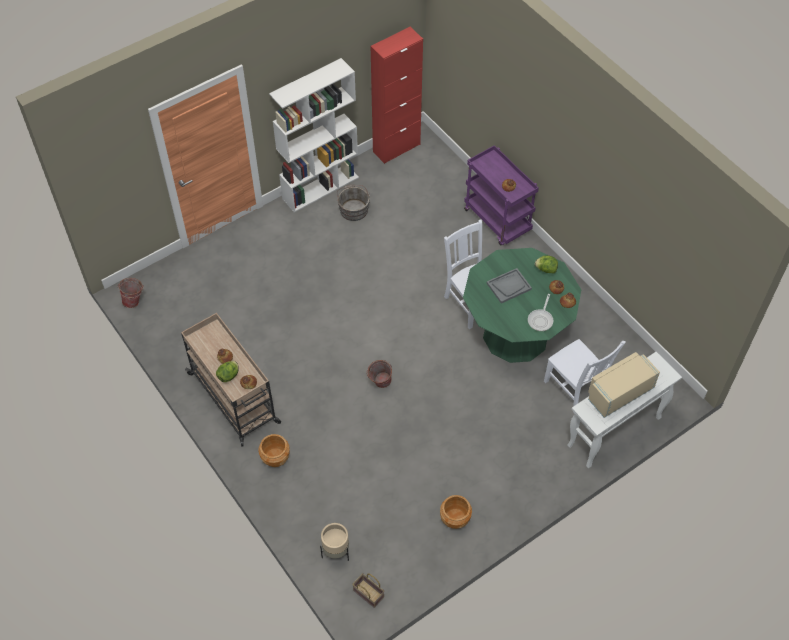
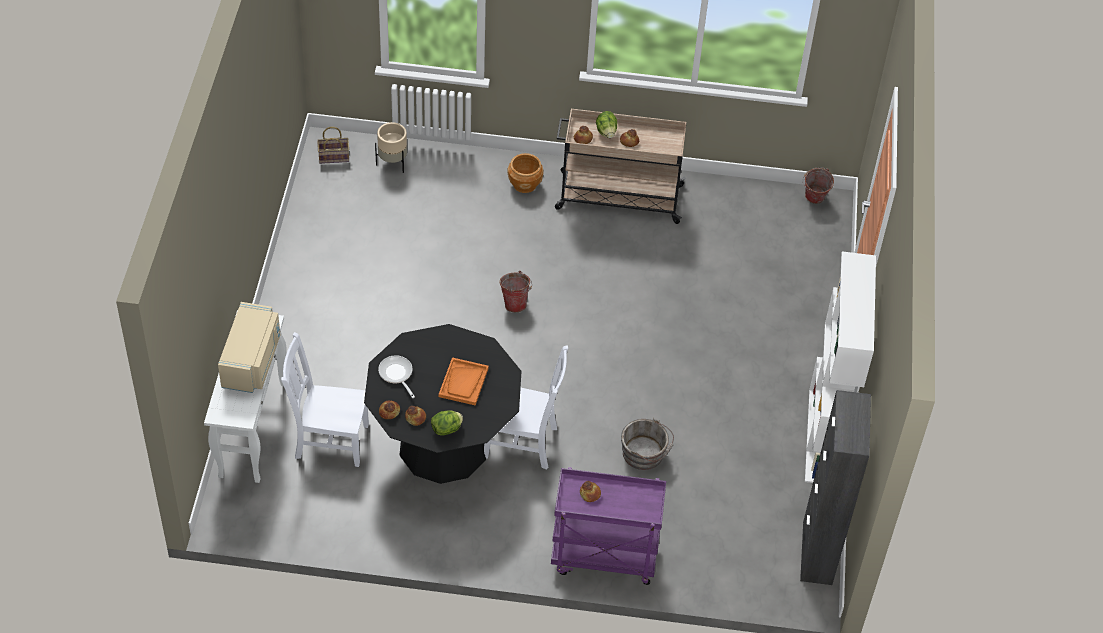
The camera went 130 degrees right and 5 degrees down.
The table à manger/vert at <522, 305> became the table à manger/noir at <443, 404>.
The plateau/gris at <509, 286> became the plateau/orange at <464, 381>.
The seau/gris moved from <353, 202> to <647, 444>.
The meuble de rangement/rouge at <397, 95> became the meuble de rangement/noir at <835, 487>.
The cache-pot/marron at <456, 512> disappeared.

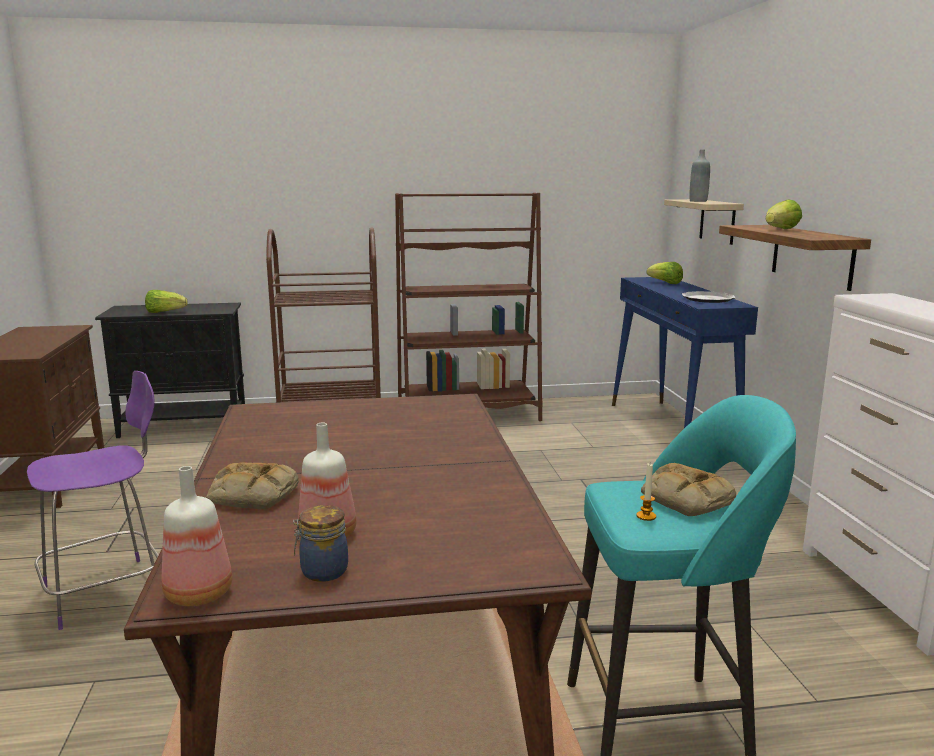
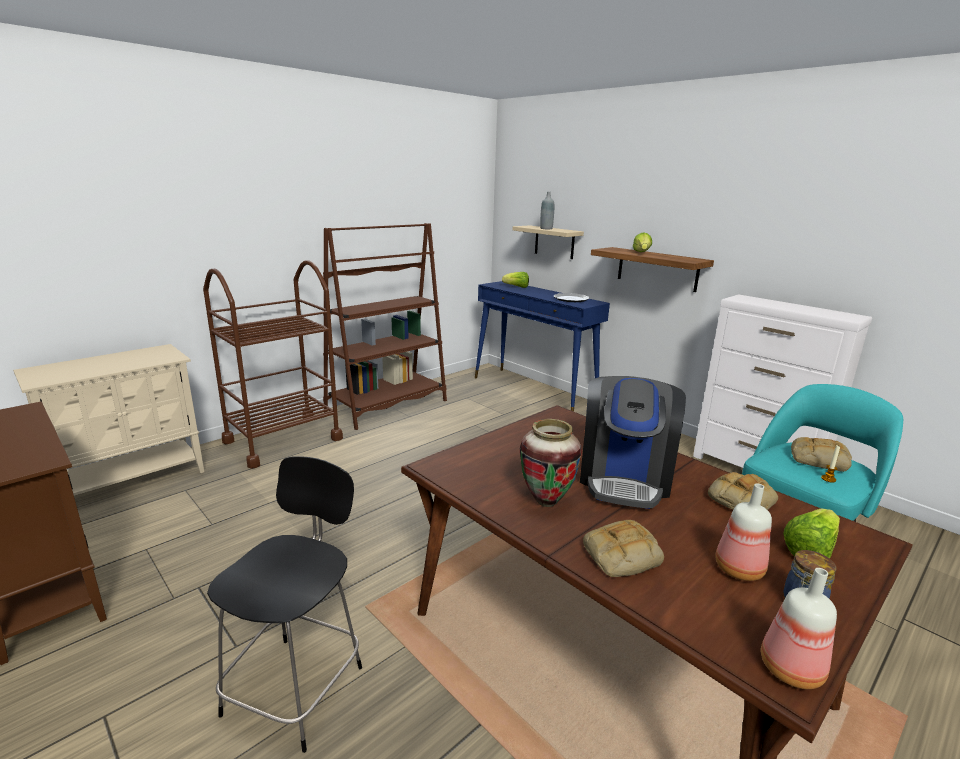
The camera went 35 degrees left and 5 degrees up.
The meuble de rangement/noir at <170, 370> became the meuble de rangement/beige at <108, 420>.
The chaise/violet at <92, 500> became the chaise/noir at <284, 604>.
The vase at <551, 463> appeared.
The machine à café at <633, 442> appeared.
The pain at <743, 491> appeared.
The laitue moved from <166, 301> to <812, 533>.

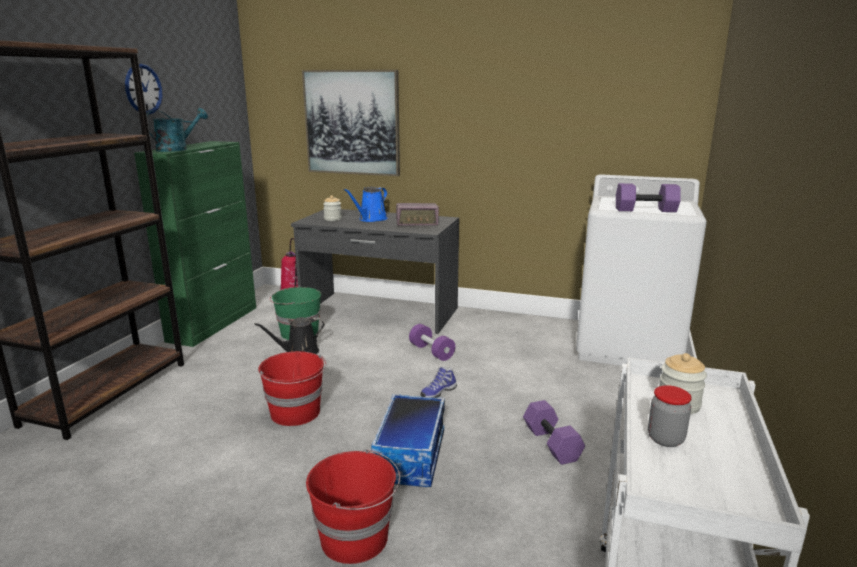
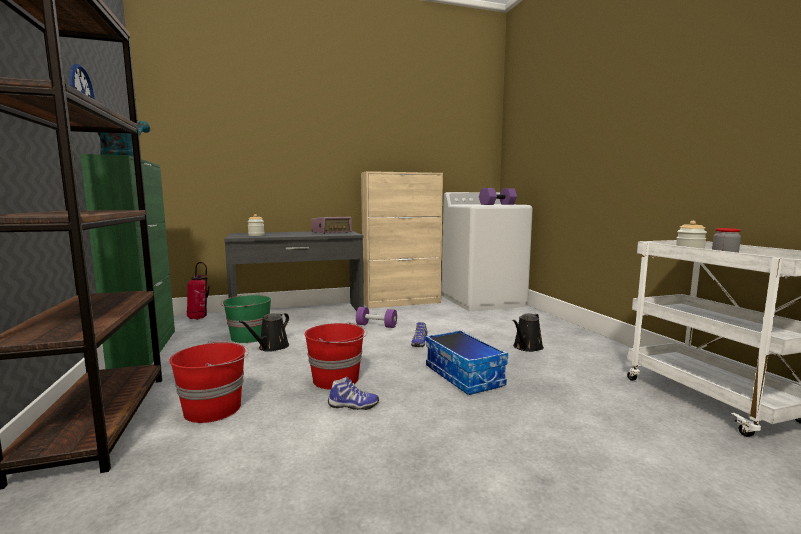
The camera went 35 degrees left and 10 degrees down.
The seau/rouge moved from <353, 506> to <209, 382>.
The chaussure at <353, 393> appeared.
The meuble de rangement/beige at <402, 239> appeared.
The haltère/violet at <554, 432> was replaced by the arrosoir/noir at <528, 332>.
The tableau at <351, 123> disappeared.
The arrosoir/bleu at <365, 204> disappeared.

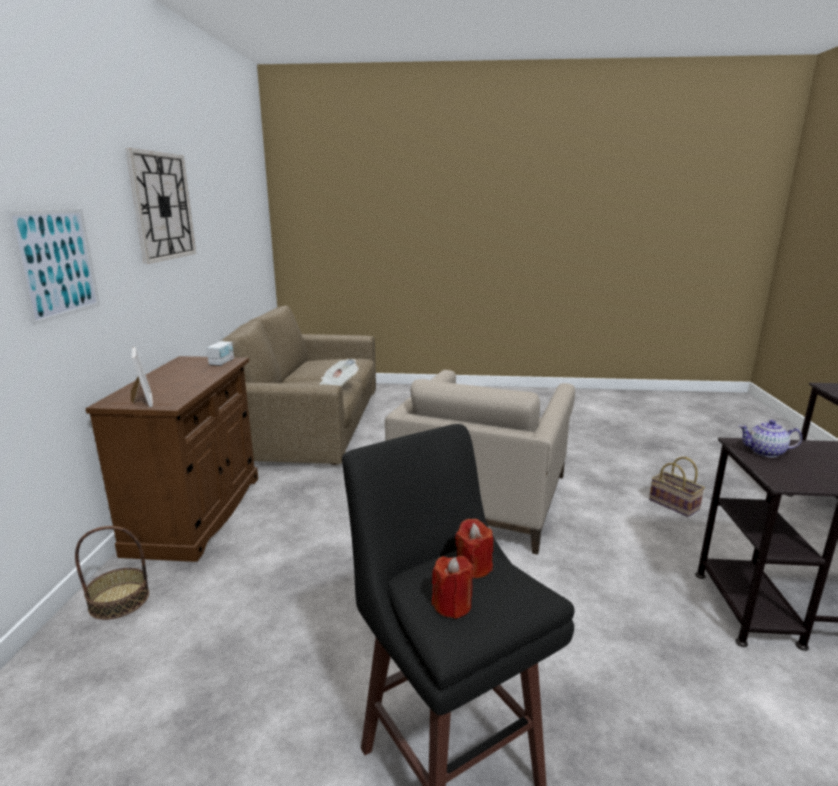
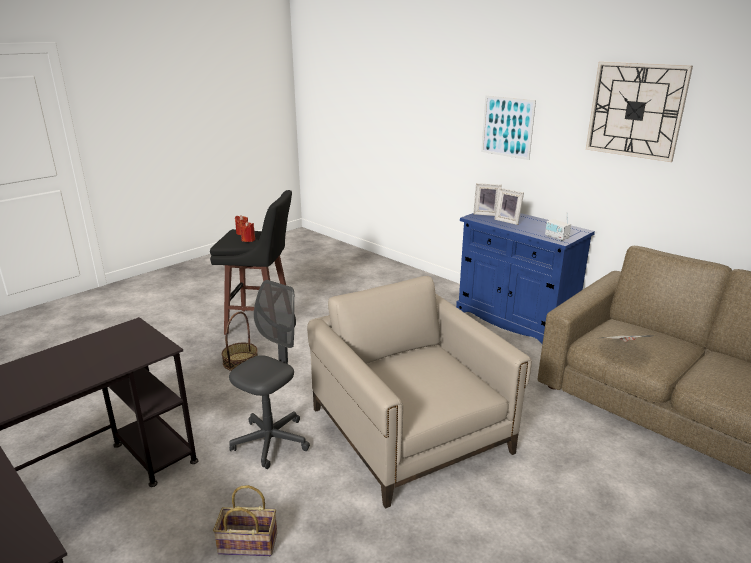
The camera went 130 degrees right and 5 degrees up.
The panier moved from <112, 573> to <240, 341>.
The chaise de bureau/gris at <269, 374> appeared.
The meuble de rangement/marron at <171, 459> became the meuble de rangement/bleu at <525, 278>.
The cadre photo at <509, 206> appeared.
The théière at <770, 439> disappeared.

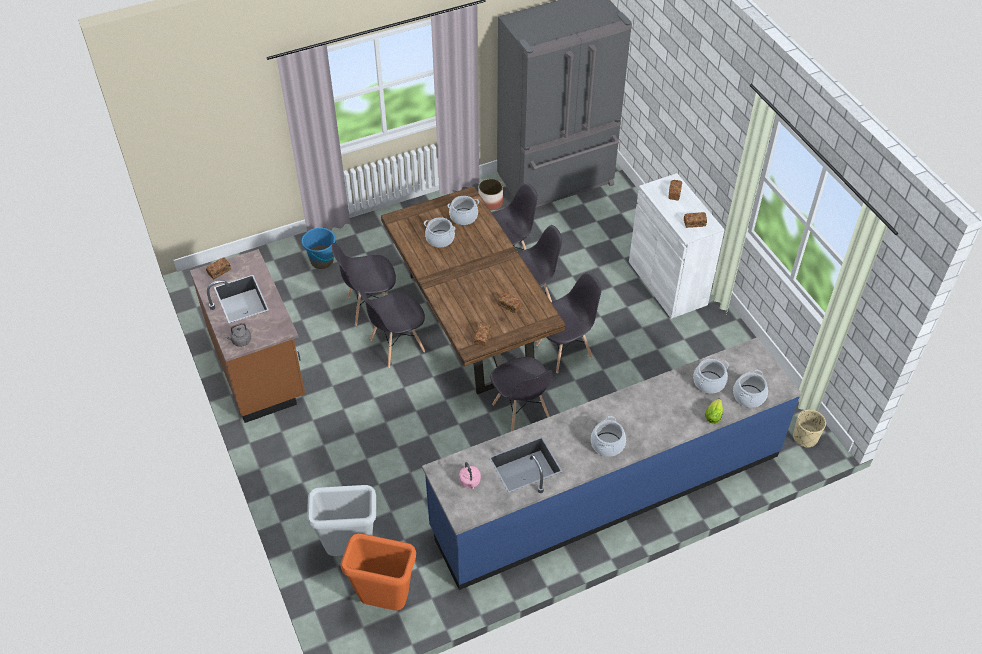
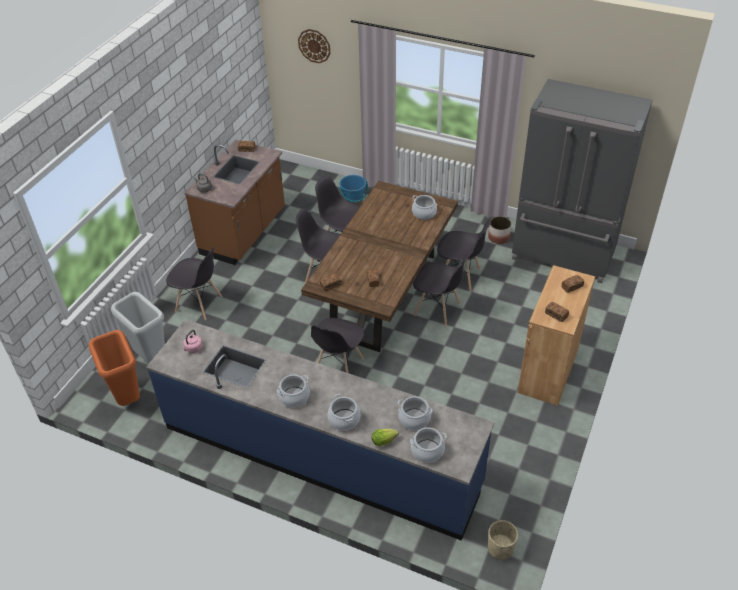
The camera went 50 degrees right and 5 degrees down.
The chaise/gris moved from <569, 322> to <194, 283>.
The horloge murale at <314, 46> appeared.
The marmite moved from <440, 232> to <344, 412>.
The meuble de rangement/blanc at <677, 246> became the meuble de rangement/marron at <556, 335>.

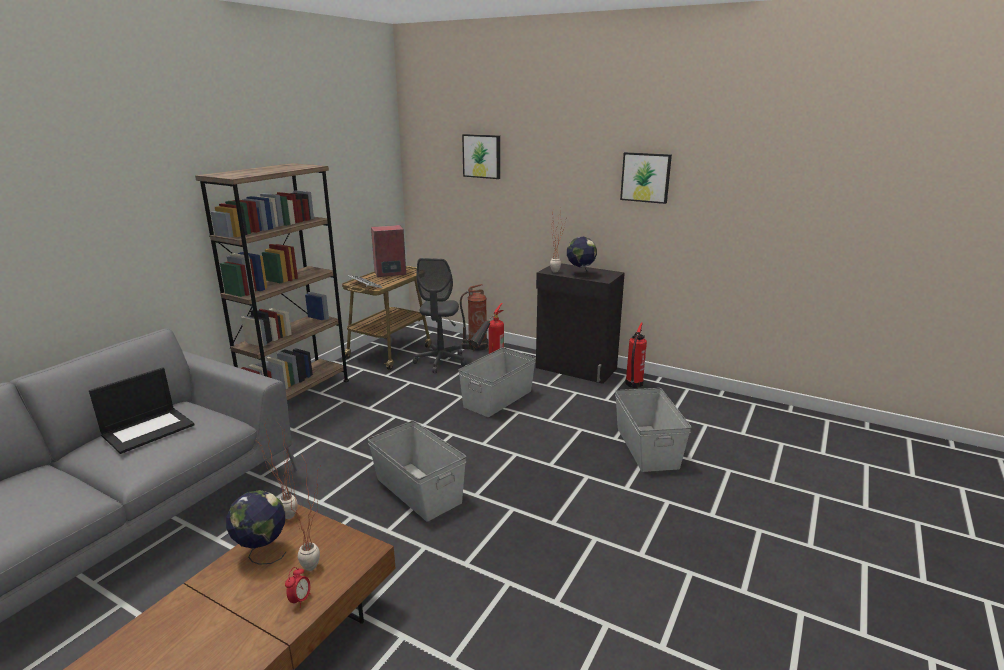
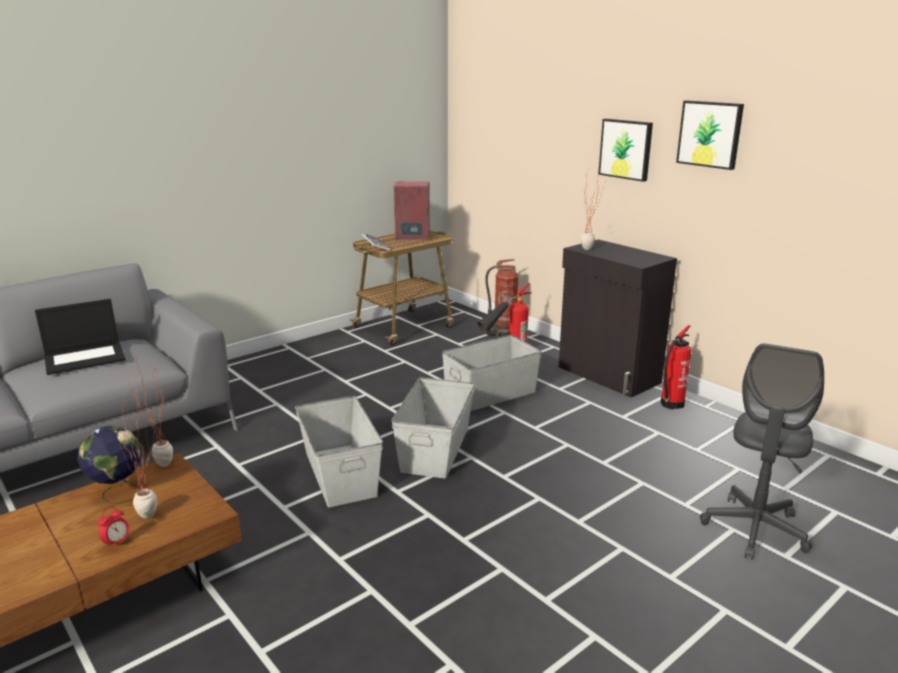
The camera went 20 degrees right and 0 degrees up.
The boîte de rangement/gris moved from <653, 430> to <433, 428>.
The tableau moved from <481, 156> to <625, 150>.
The chaise de bureau/gris moved from <439, 315> to <762, 451>.
The bibliothèque/marron at <272, 281> disappeared.
The globe at <582, 257> disappeared.

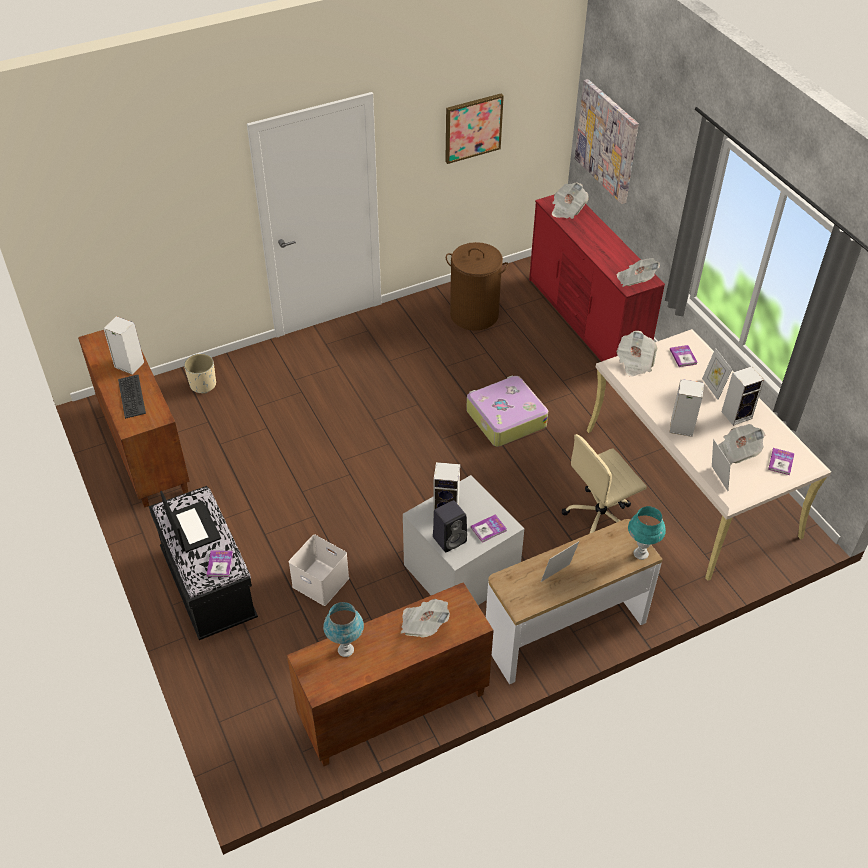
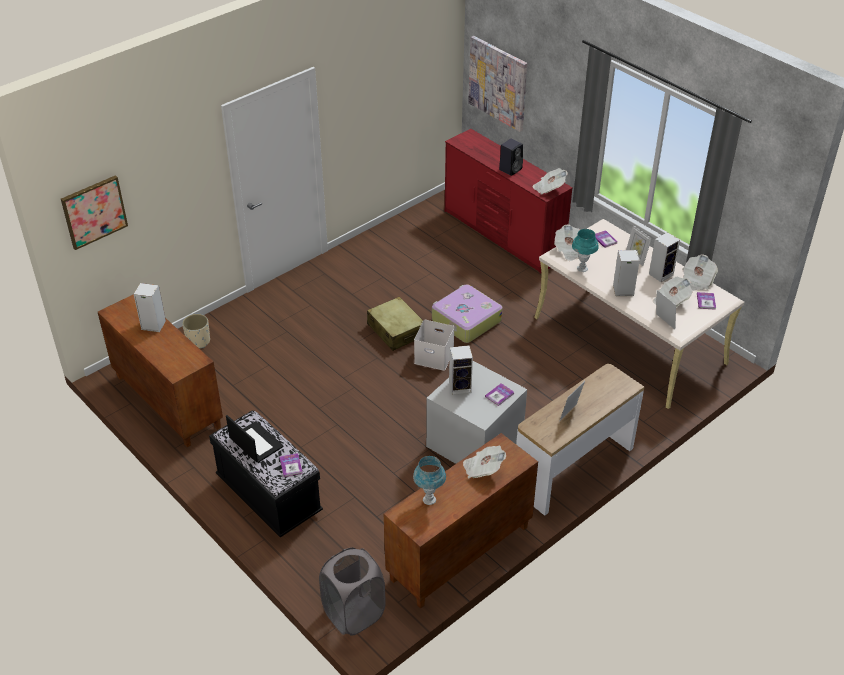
The camera went 15 degrees left and 5 degrees down.
The tableau moved from <474, 128> to <94, 212>.
The panier à linge/gris at <352, 591> appeared.
The valise/beige at <395, 323> appeared.
The boîte de rangement/blanc moved from <319, 570> to <434, 345>.
The enceinte/noir moved from <450, 526> to <511, 157>.
The lampe de table/turquoise moved from <647, 533> to <585, 250>.
The journal moved from <570, 201> to <700, 273>.
The clavier at <132, 397> disappeared.
The panier à linge/marron at <477, 286> disappeared.
The chaise de bureau/beige at <604, 483> disappeared.

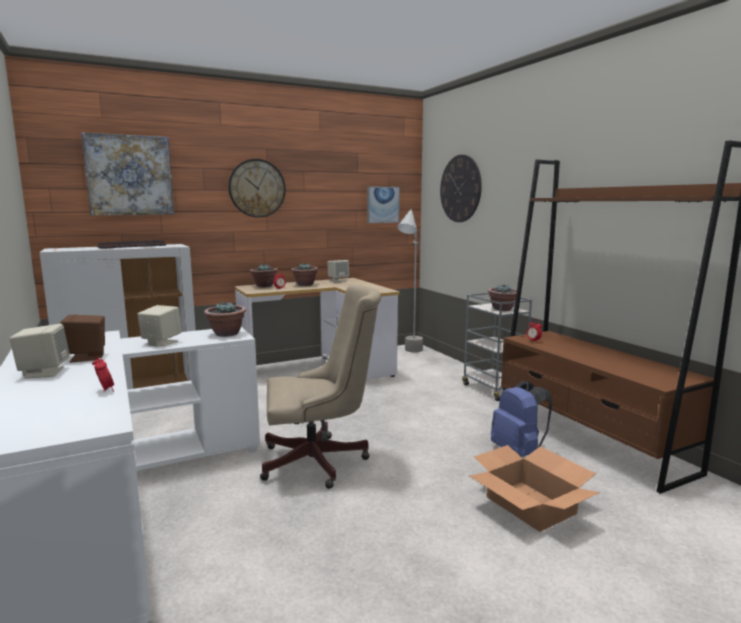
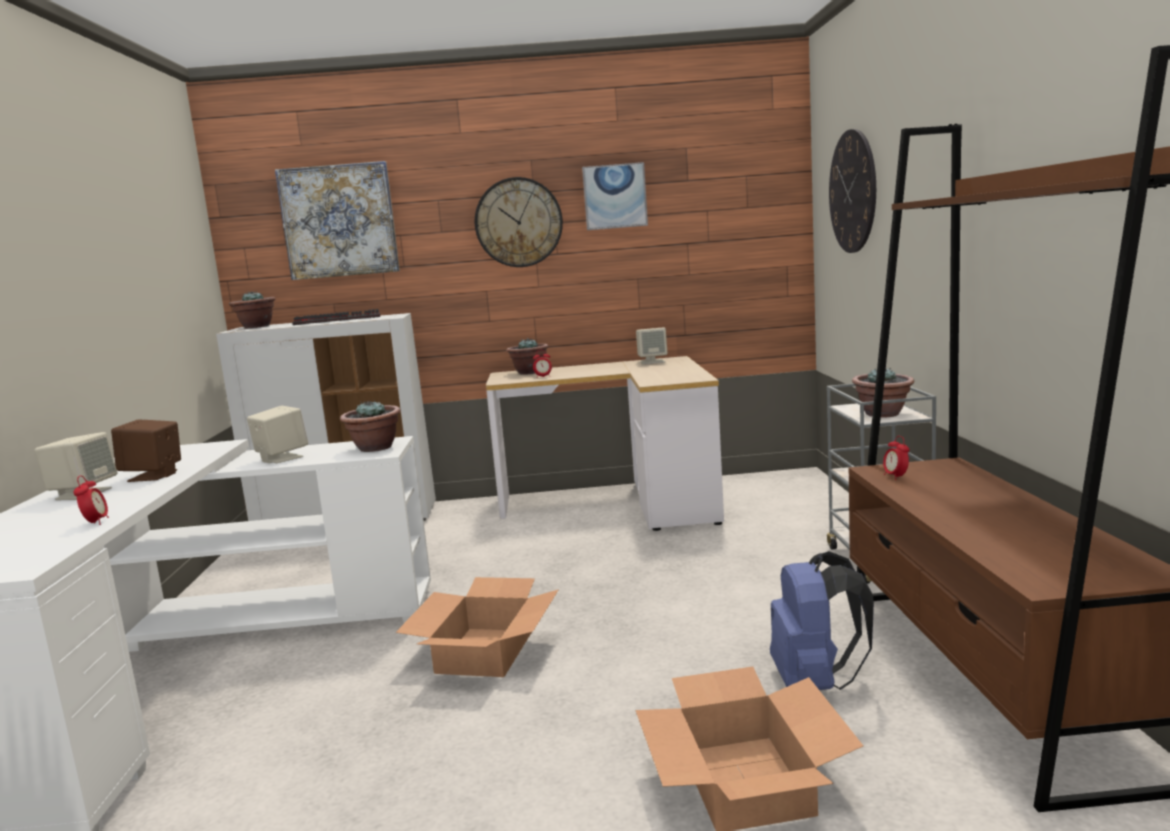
The camera went 25 degrees right and 0 degrees up.
The plante en pot moved from <304, 274> to <252, 310>.
The chaise de bureau/beige at <320, 387> was replaced by the carton at <477, 627>.
The tableau moved from <383, 204> to <615, 196>.
The lampadaire/gris at <410, 280> disappeared.

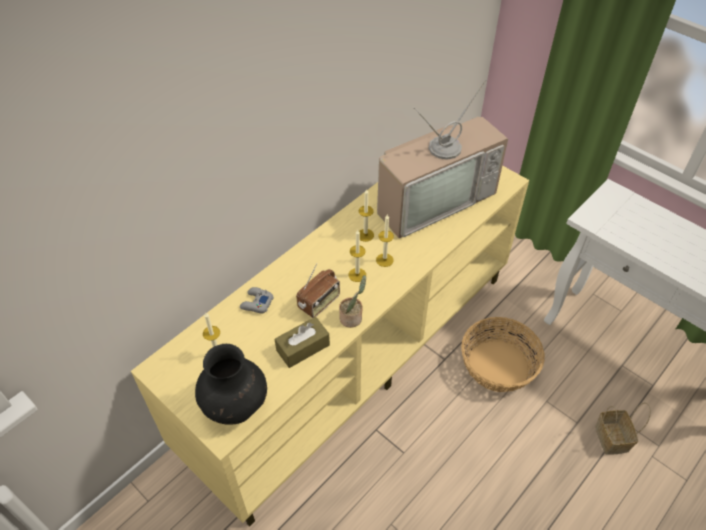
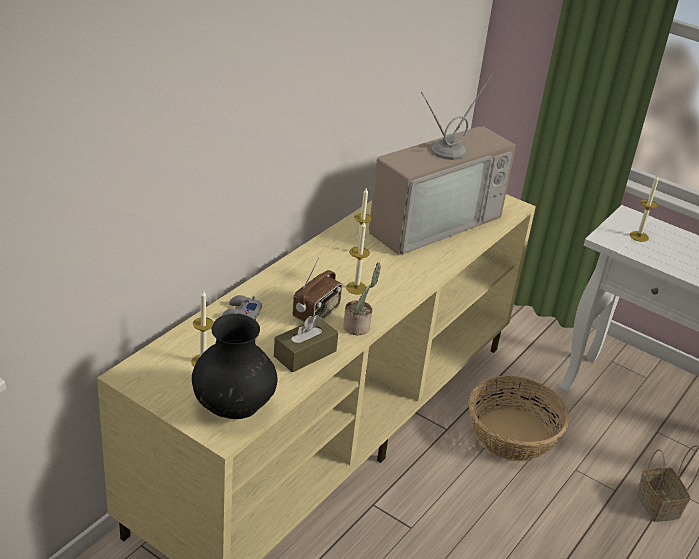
The camera went 10 degrees left and 15 degrees down.
The bougie moved from <385, 241> to <644, 208>.

